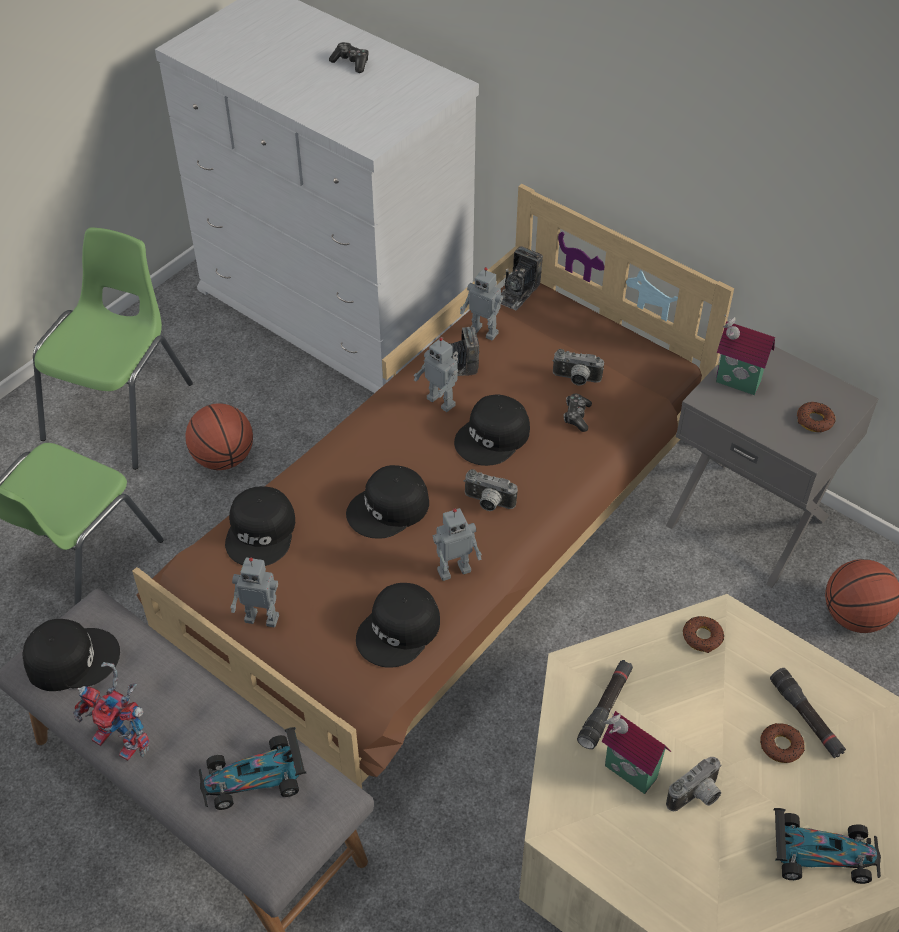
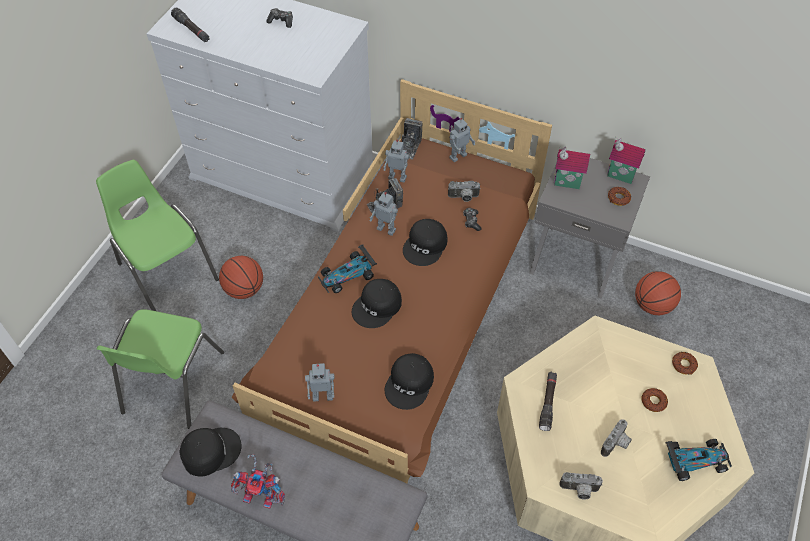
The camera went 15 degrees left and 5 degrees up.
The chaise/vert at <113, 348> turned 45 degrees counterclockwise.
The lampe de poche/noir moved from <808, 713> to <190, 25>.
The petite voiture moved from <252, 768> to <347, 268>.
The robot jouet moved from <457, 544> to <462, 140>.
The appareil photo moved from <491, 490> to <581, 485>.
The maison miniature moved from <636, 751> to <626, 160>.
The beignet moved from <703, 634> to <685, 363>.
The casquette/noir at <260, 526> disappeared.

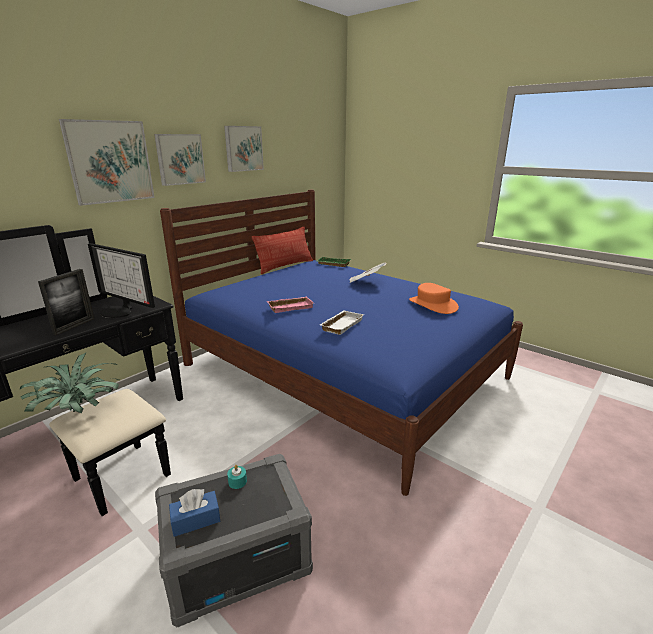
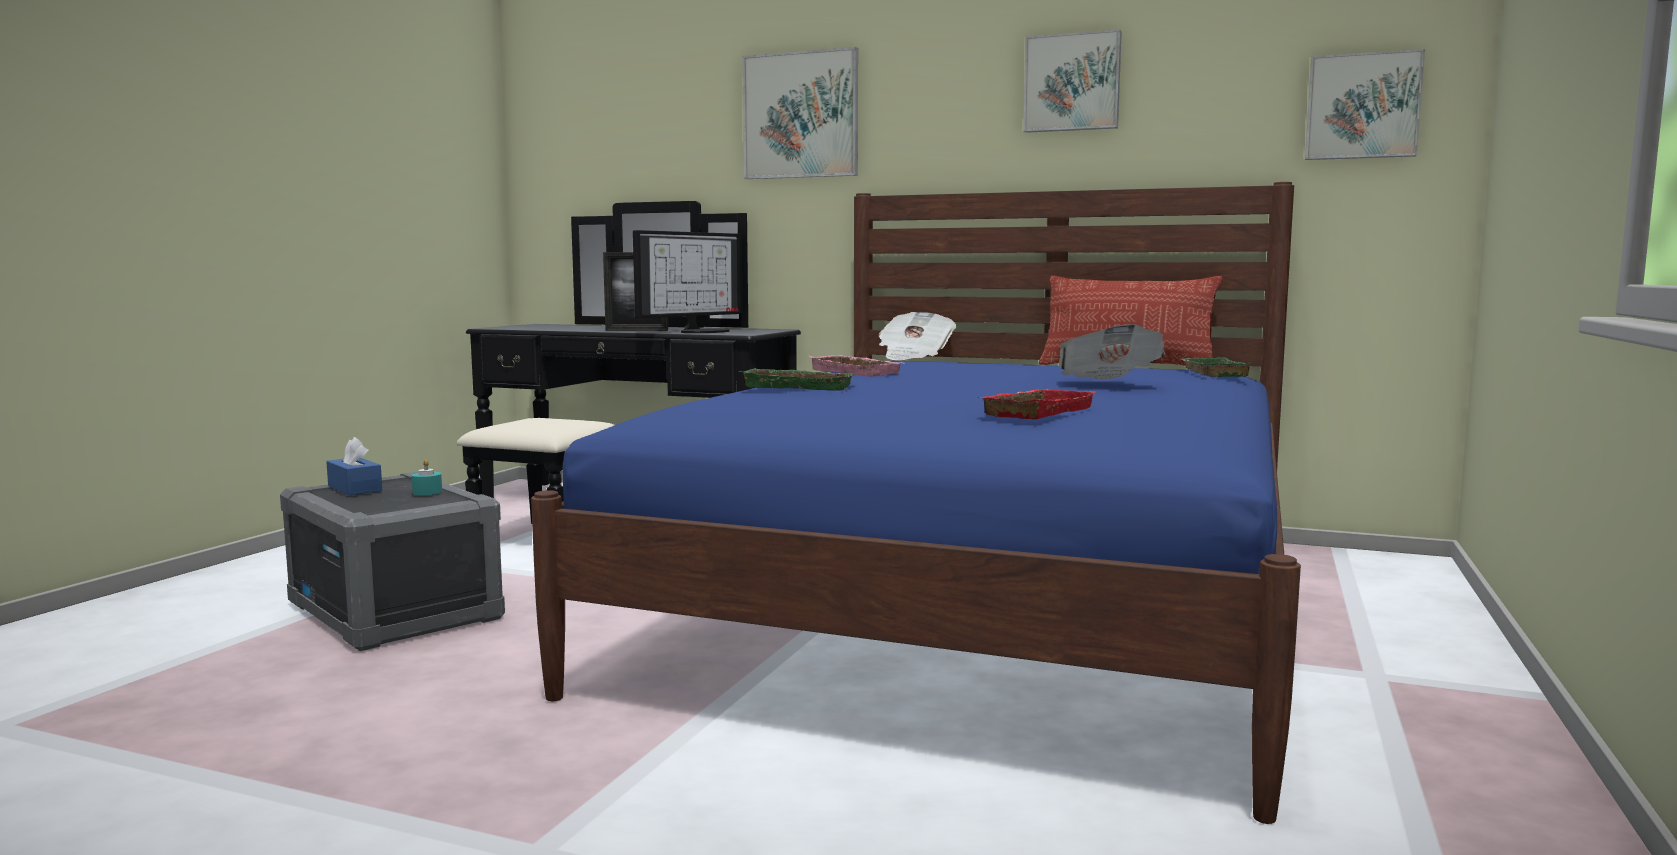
The camera went 70 degrees right and 15 degrees down.
The écran d'ordinateur at <121, 280> turned 150 degrees counterclockwise.
The plateau/blanc at <342, 322> became the plateau/vert at <798, 379>.
The journal at <917, 336> appeared.
The chapeau/orange at <434, 298> was replaced by the plateau/rouge at <1036, 404>.
The tableau moved from <180, 160> to <1365, 104>.
The plante en pot at <69, 382> disappeared.

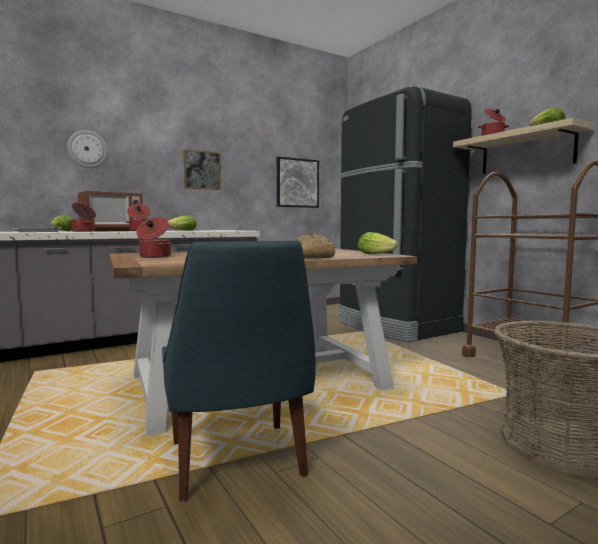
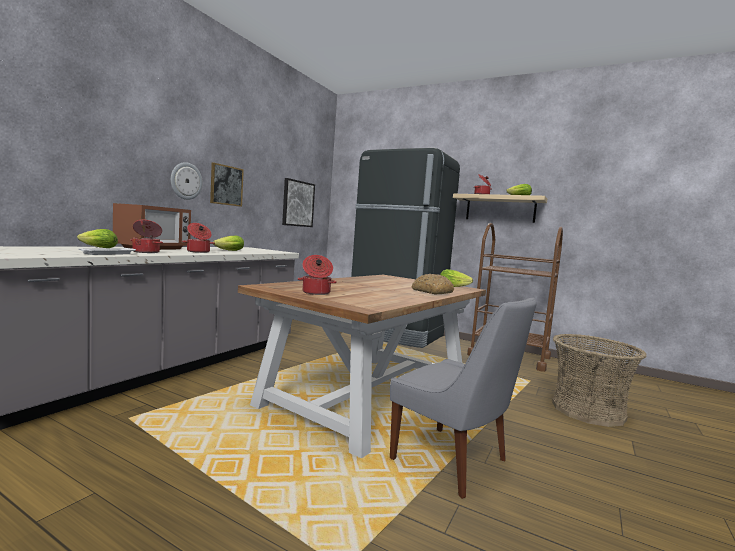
The camera went 30 degrees left and 0 degrees up.
The horloge murale moved from <87, 149> to <187, 181>.
The chaise/bleu at <239, 370> became the chaise/gris at <463, 398>.

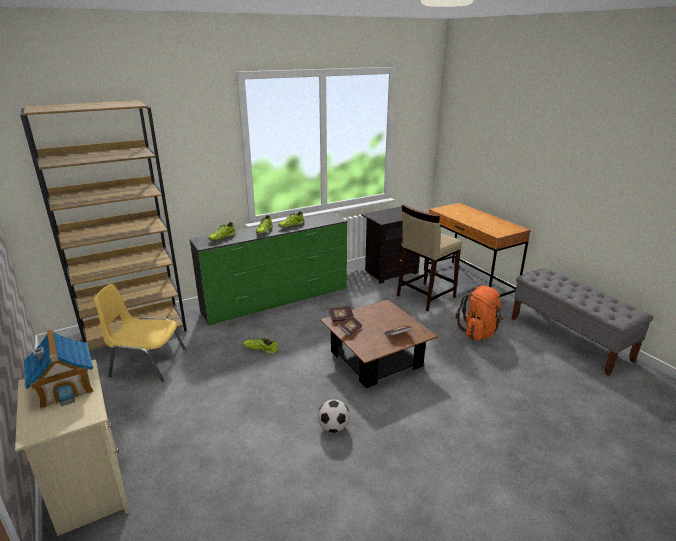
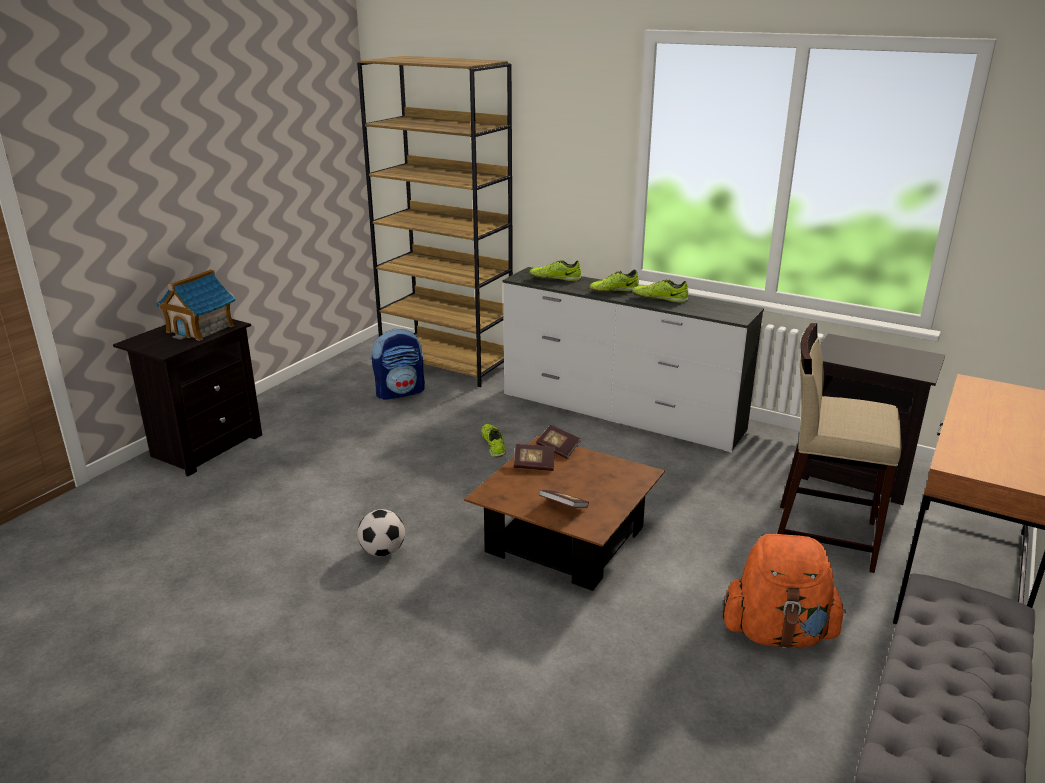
The camera went 60 degrees right and 0 degrees up.
The table de chevet/beige at <72, 447> became the table de chevet/noir at <187, 397>.
The chaise/jaune at <140, 333> was replaced by the sac à dos at <398, 364>.
The commode/vert at <268, 269> became the commode/blanc at <633, 359>.

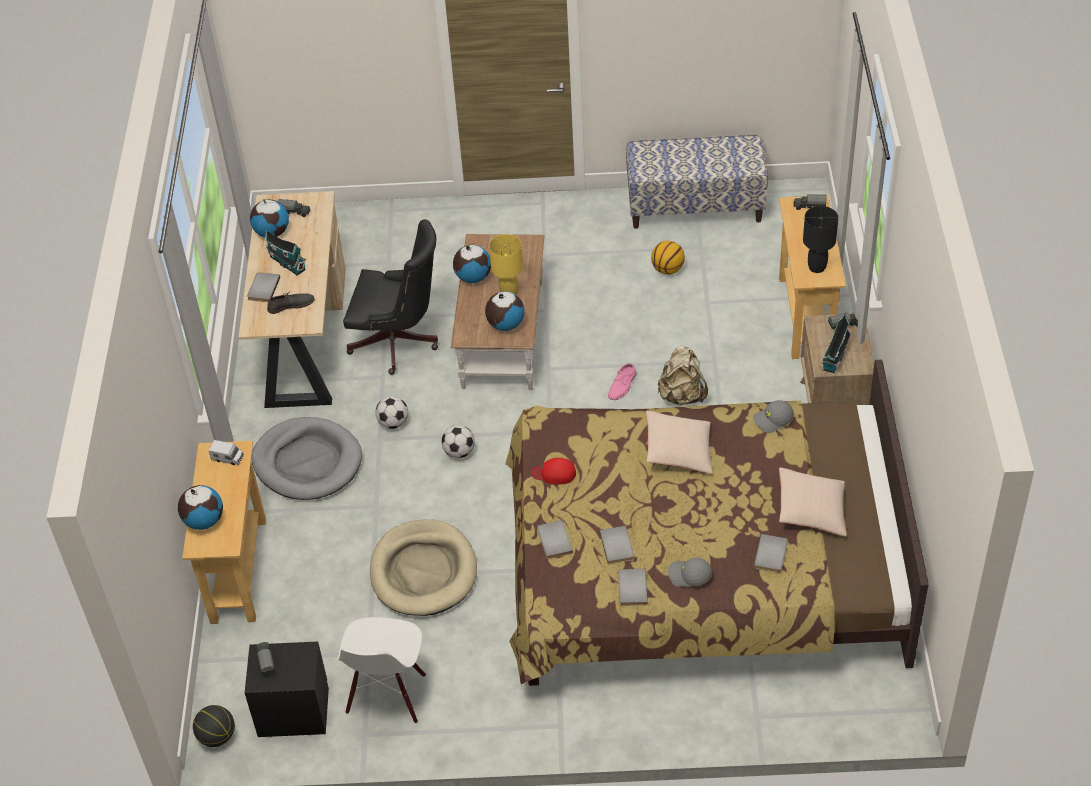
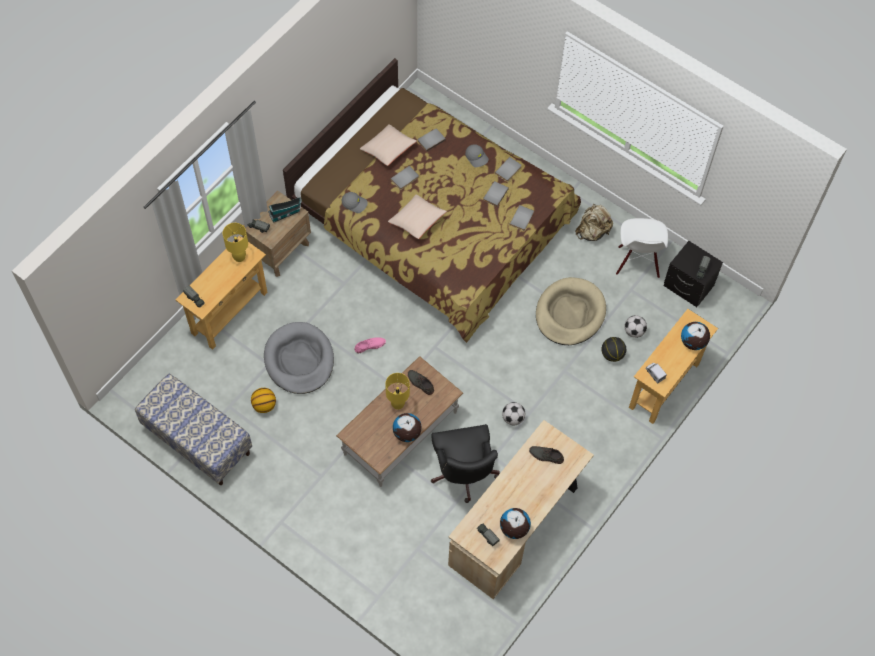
The camera went 145 degrees left and 15 degrees up.
The lampe de table/noir at <820, 239> became the lampe de table/jaune at <235, 242>.
The panier pour chien/gris moved from <306, 458> to <299, 358>.
The livre/gris moved from <263, 287> to <404, 178>.
The globe at <505, 311> was replaced by the chaussure/gris at <421, 382>.
The chaise de bureau/noir at <390, 297> turned 150 degrees counterclockwise.
The sac à dos/beige moved from <683, 375> to <594, 222>.
The ballon de basket moved from <214, 726> to <614, 349>.
The chaise/blanc at <382, 670> turned 135 degrees clockwise.
The ballon de foot moved from <458, 441> to <635, 326>.
The maison miniature at <285, 253> disappeared.
The casquette/rouge at <553, 471> disappeared.

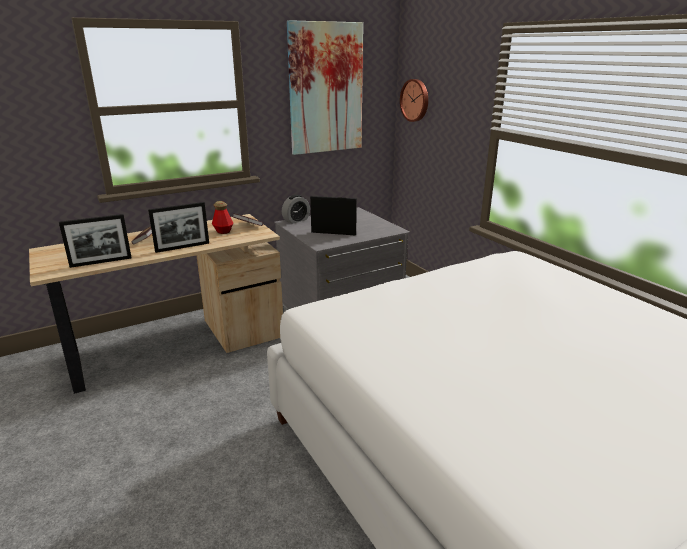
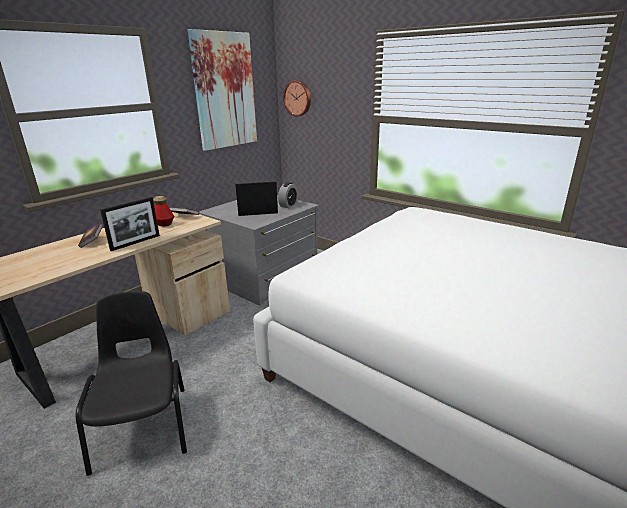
The camera went 20 degrees left and 0 degrees up.
The chaise/noir at <131, 383> appeared.
The réveil moved from <296, 209> to <288, 195>.
The cadre photo at <95, 241> disappeared.

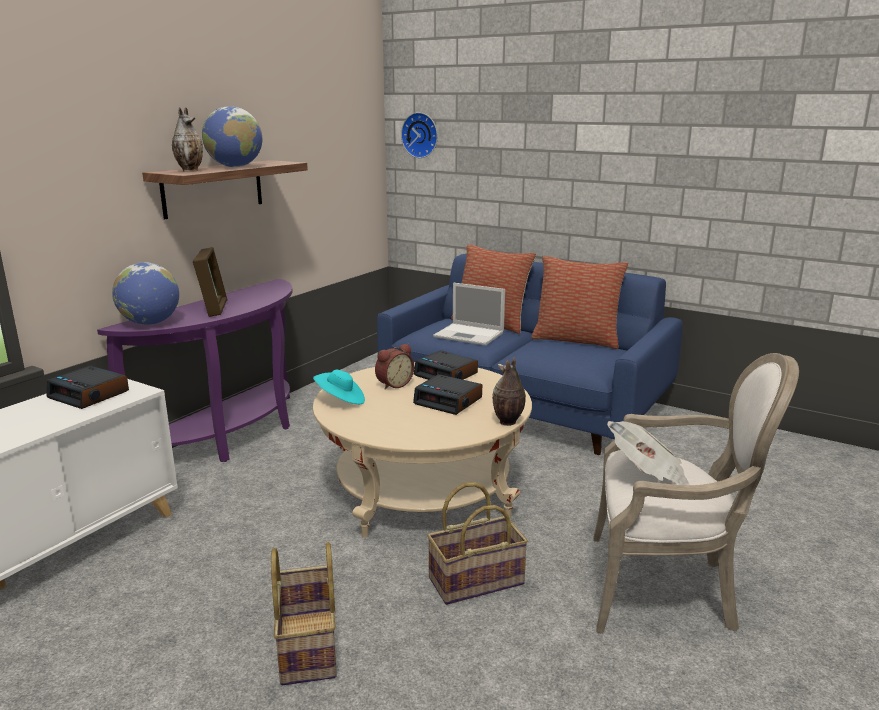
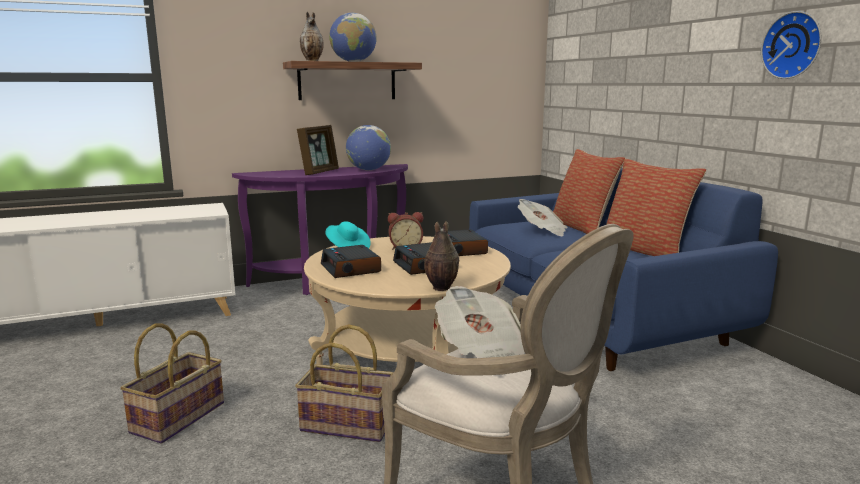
The camera went 35 degrees right and 5 degrees down.
The réveil moved from <87, 387> to <351, 261>.
The globe moved from <145, 293> to <368, 148>.
The ordinateur portable at <469, 314> was replaced by the journal at <542, 217>.
The horloge murale moved from <419, 135> to <791, 45>.

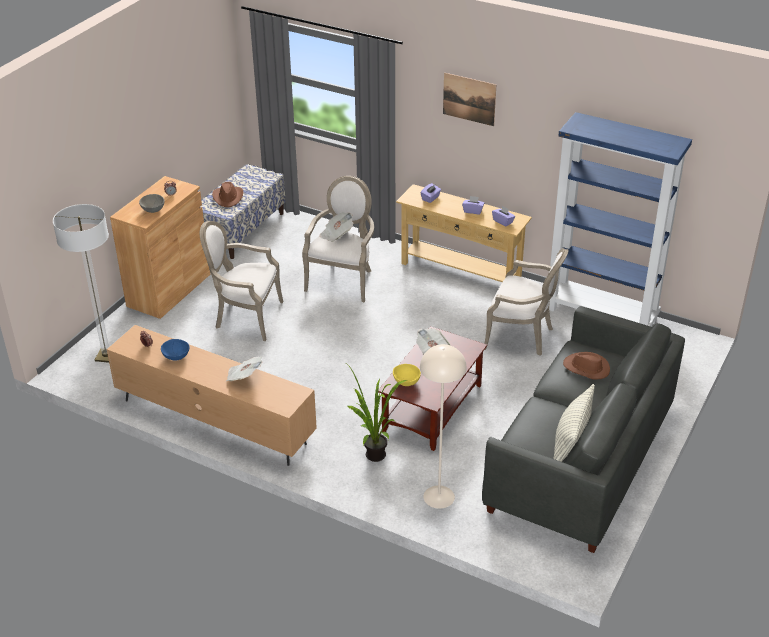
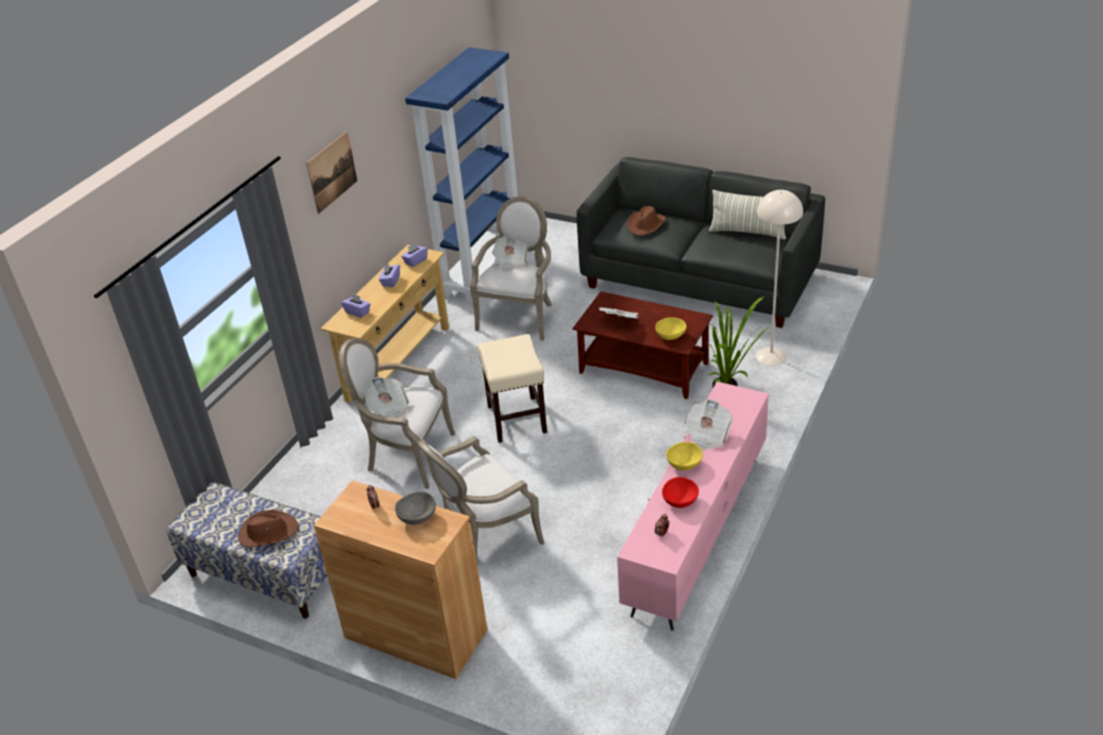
The camera went 90 degrees left and 0 degrees up.
The fauteuil at <241, 281> turned 45 degrees clockwise.
The tabouret/beige at <512, 388> appeared.
The journal at <510, 254> appeared.
The meuble télé/marron at <212, 395> became the meuble télé/rose at <693, 506>.
The bol/bleu at <175, 350> became the bol/rouge at <680, 492>.
The bol/jaune at <684, 456> appeared.
The lampadaire at <81, 283> disappeared.

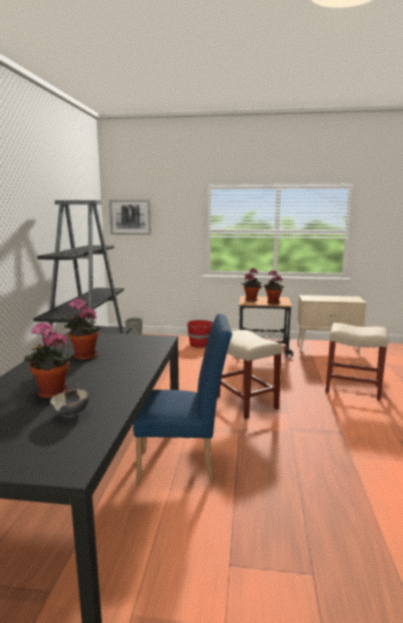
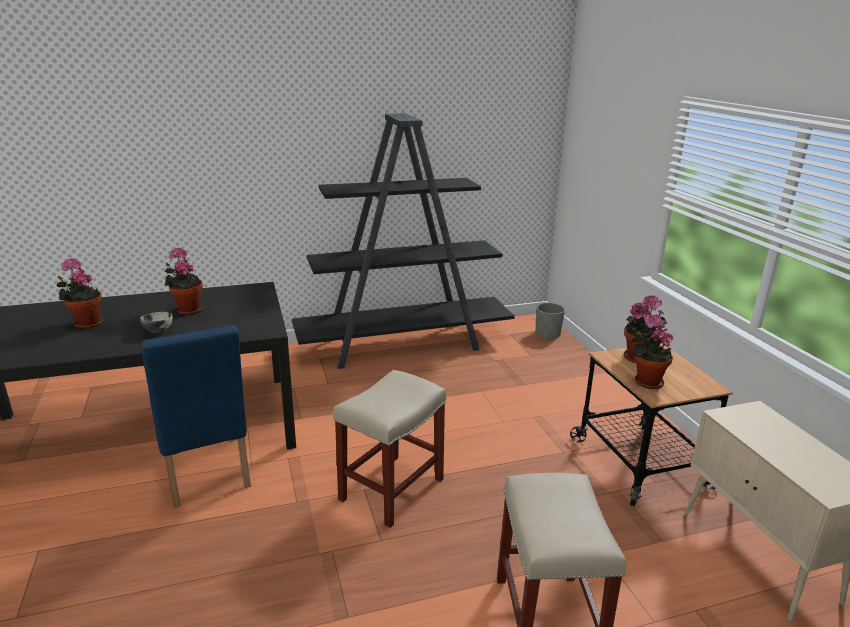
The camera went 65 degrees right and 10 degrees up.
The bol moved from <69, 403> to <156, 322>.
The tableau at <130, 217> disappeared.
The seau/rouge at <200, 334> disappeared.

